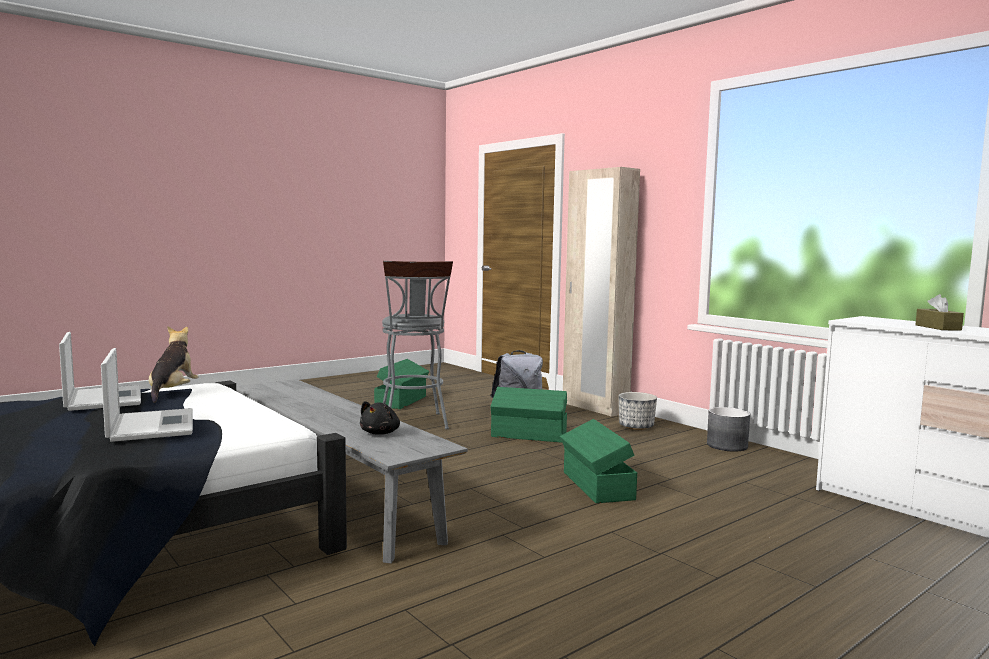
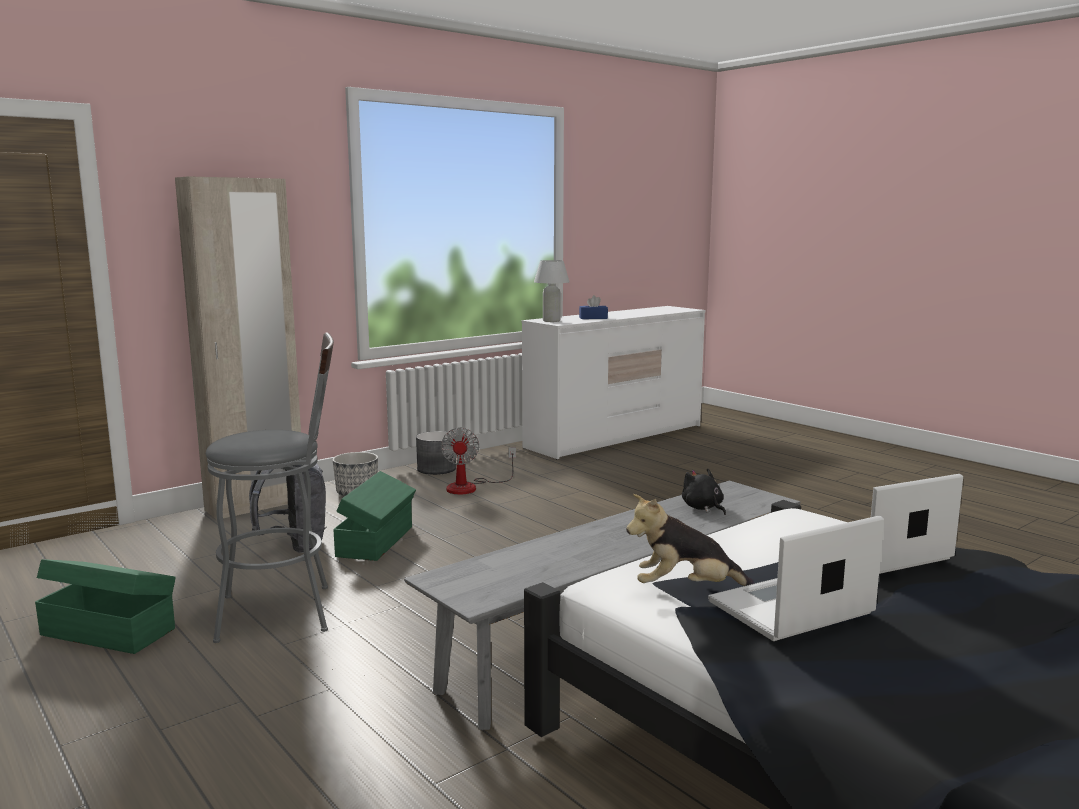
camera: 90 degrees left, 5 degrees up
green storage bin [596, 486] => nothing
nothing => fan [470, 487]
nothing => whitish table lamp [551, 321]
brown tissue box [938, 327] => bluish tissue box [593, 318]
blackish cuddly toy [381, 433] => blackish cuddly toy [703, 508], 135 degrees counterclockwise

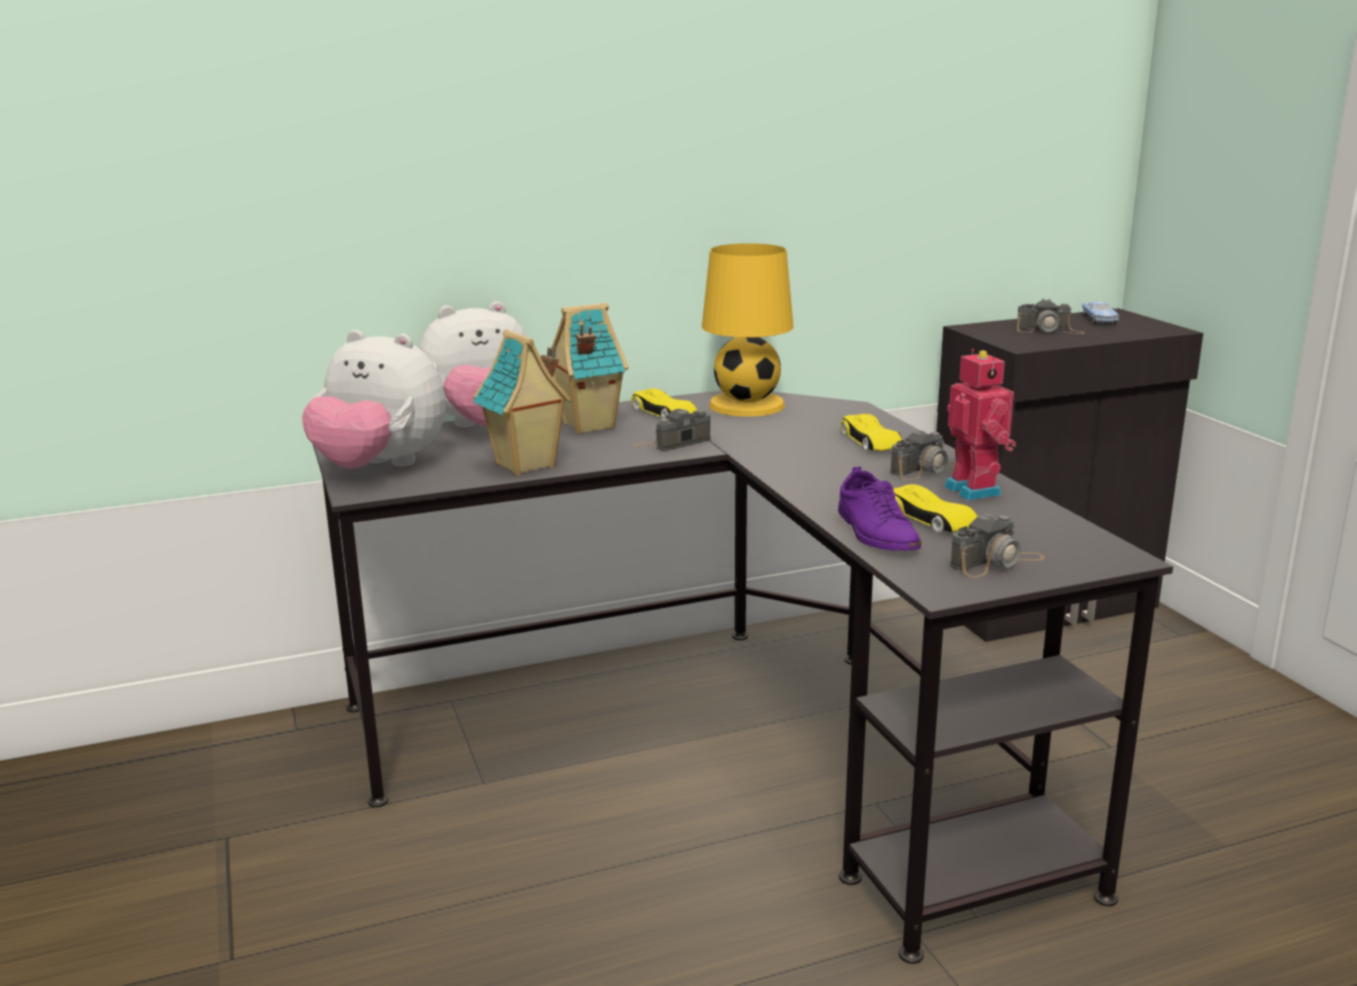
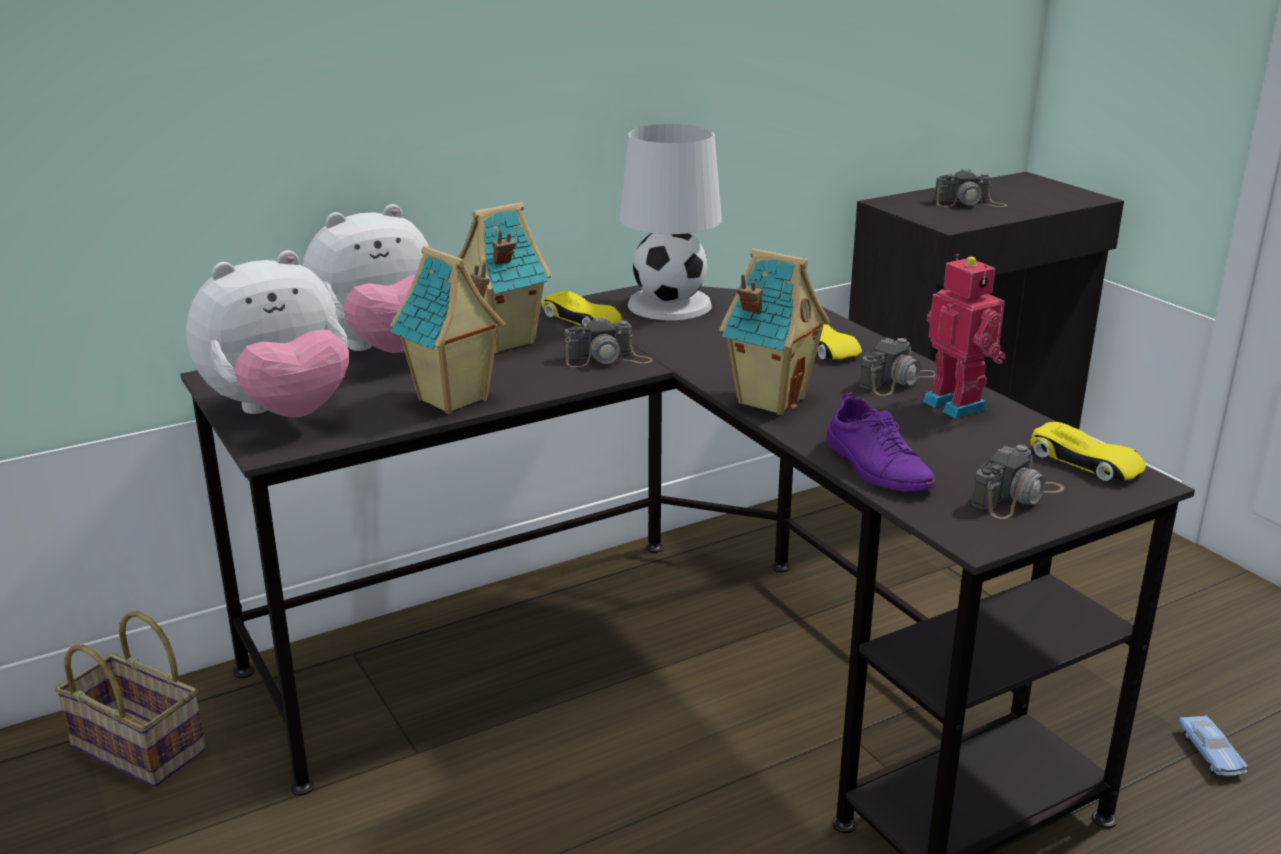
camera: 10 degrees left, 5 degrees up
nothing => household basket [143, 748]
nothing => miniature house [769, 400]
yellow toy car [931, 518] => yellow toy car [1086, 462], moved
bluish toy car [1099, 319] => bluish toy car [1210, 754], moved
yellow table lamp [747, 405] => whitish table lamp [670, 305]
cuddly toy [380, 467] => cuddly toy [281, 413], 45 degrees counterclockwise
photo camera [672, 442] => photo camera [607, 359], 150 degrees counterclockwise

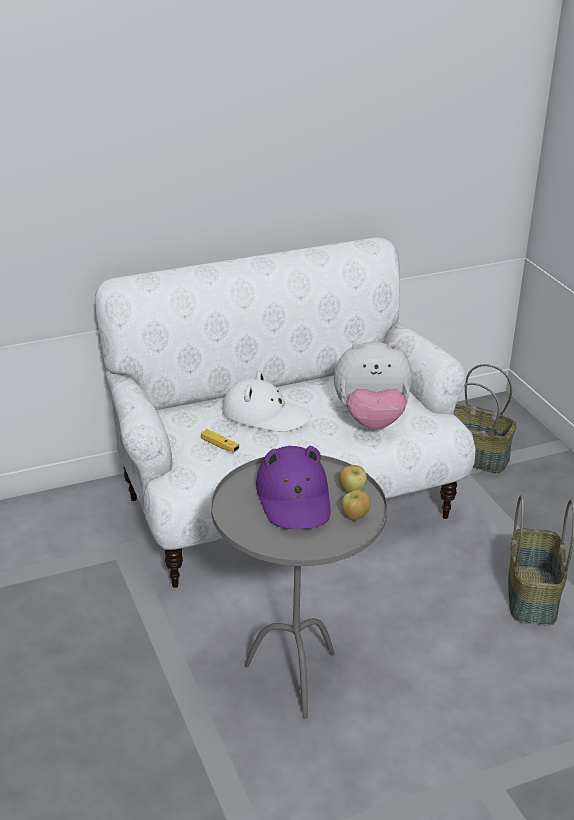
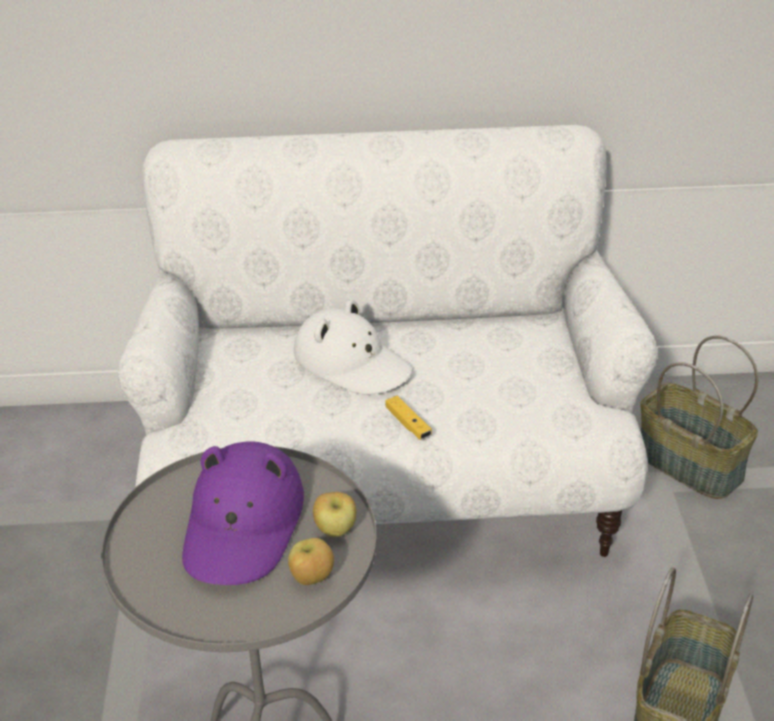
camera: 20 degrees right, 5 degrees up
cuddly toy [371, 420] => nothing
yellow joypad [220, 445] => yellow joypad [408, 424], moved

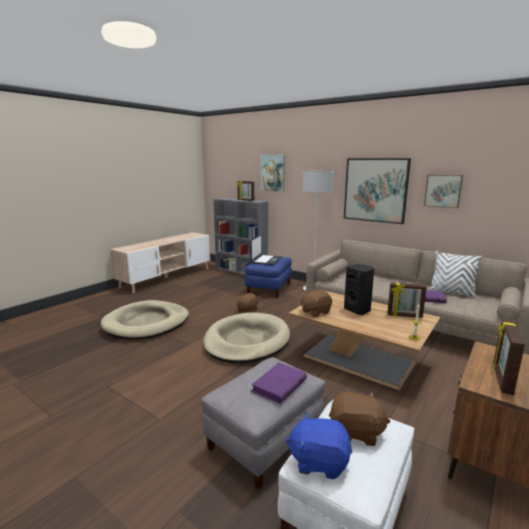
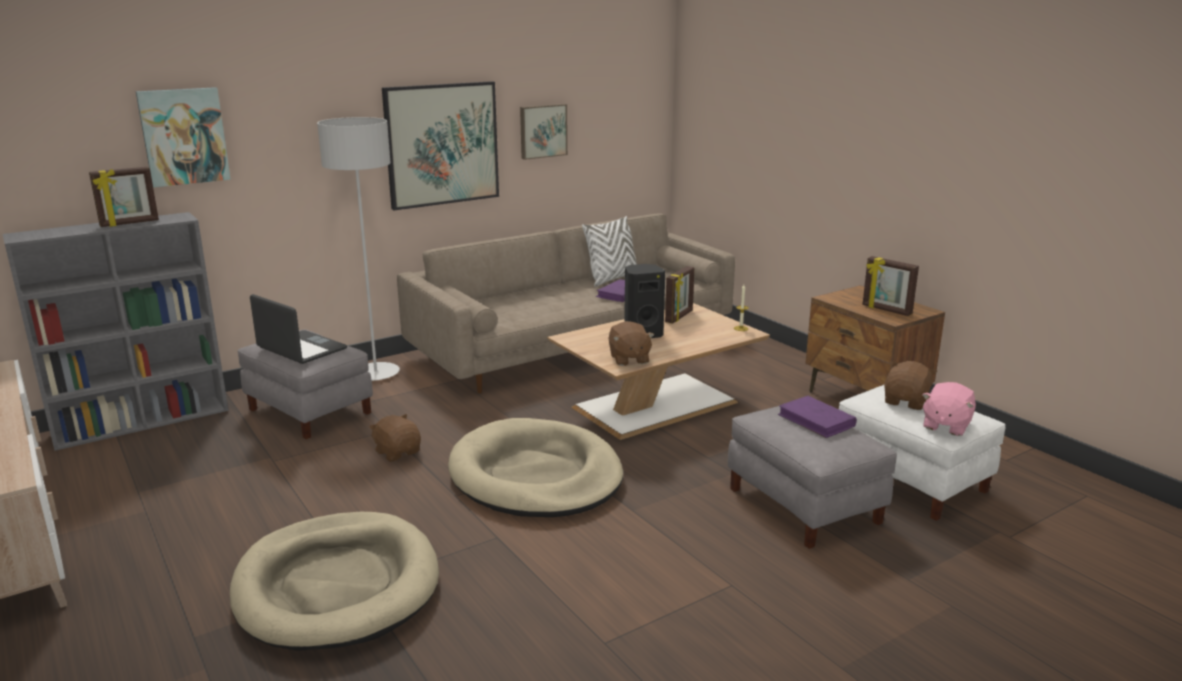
camera: 70 degrees left, 5 degrees up
bluish ottoman [269, 288] => grey ottoman [309, 411]
bluish cuddly toy [319, 461] => pink-coloured cuddly toy [945, 425]

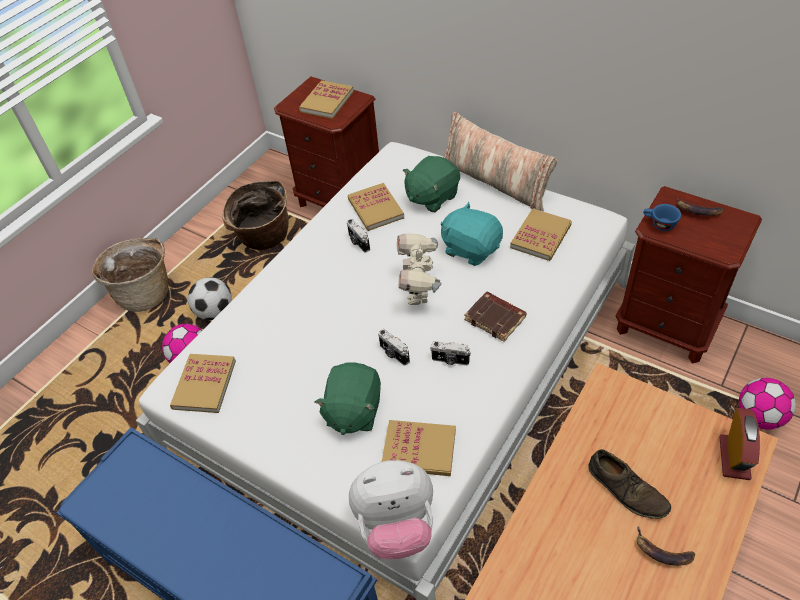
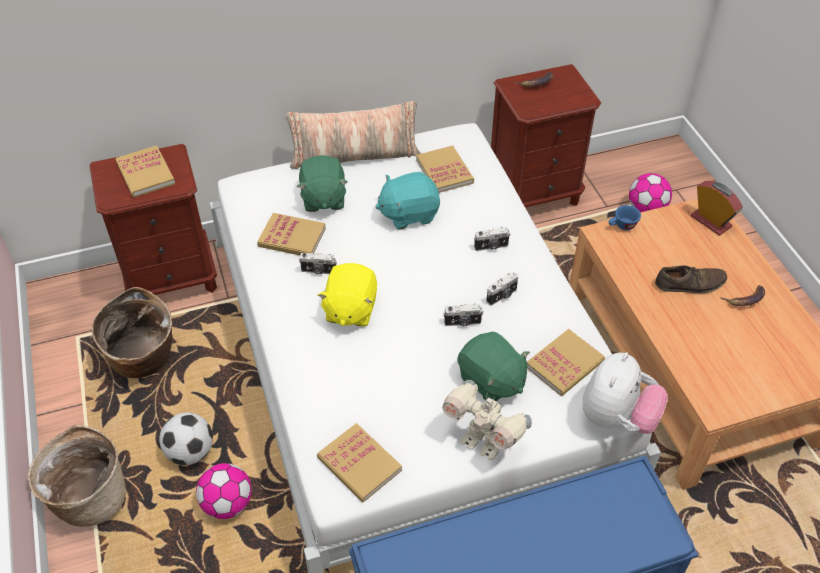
camera: 55 degrees left, 0 degrees up
nothing => yellow cuddly toy [350, 309]
robot figure [419, 293] => robot figure [483, 442], moved
bluish small cup [659, 224] => bluish small cup [622, 226], moved
brown volume [496, 318] => photo camera [491, 247]

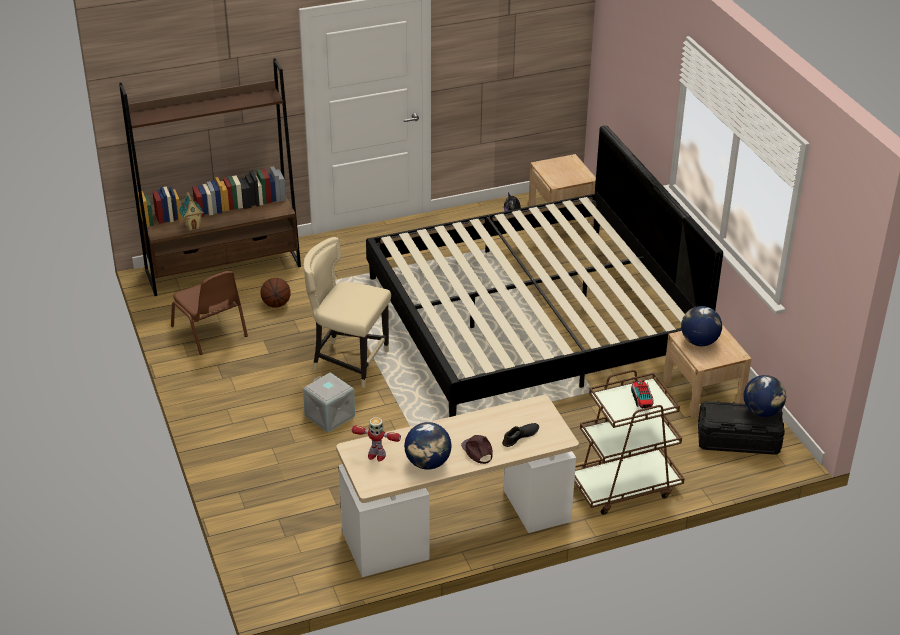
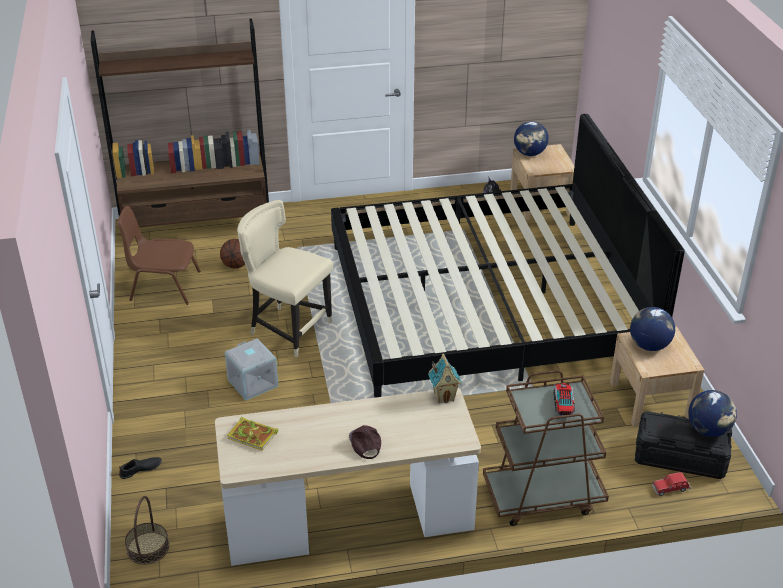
camera: 10 degrees right, 0 degrees up
nothing => household basket [147, 548]
nothing => red-coloured toy car [670, 489]
miniature house [193, 226] => miniature house [444, 396], moved
desk globe [428, 463] => desk globe [530, 154], moved
blackish low shoe [520, 437] => blackish low shoe [141, 470], moved
robot figure [376, 455] => volume [253, 436]
brown plain chair [210, 332] => brown plain chair [164, 286], 120 degrees clockwise

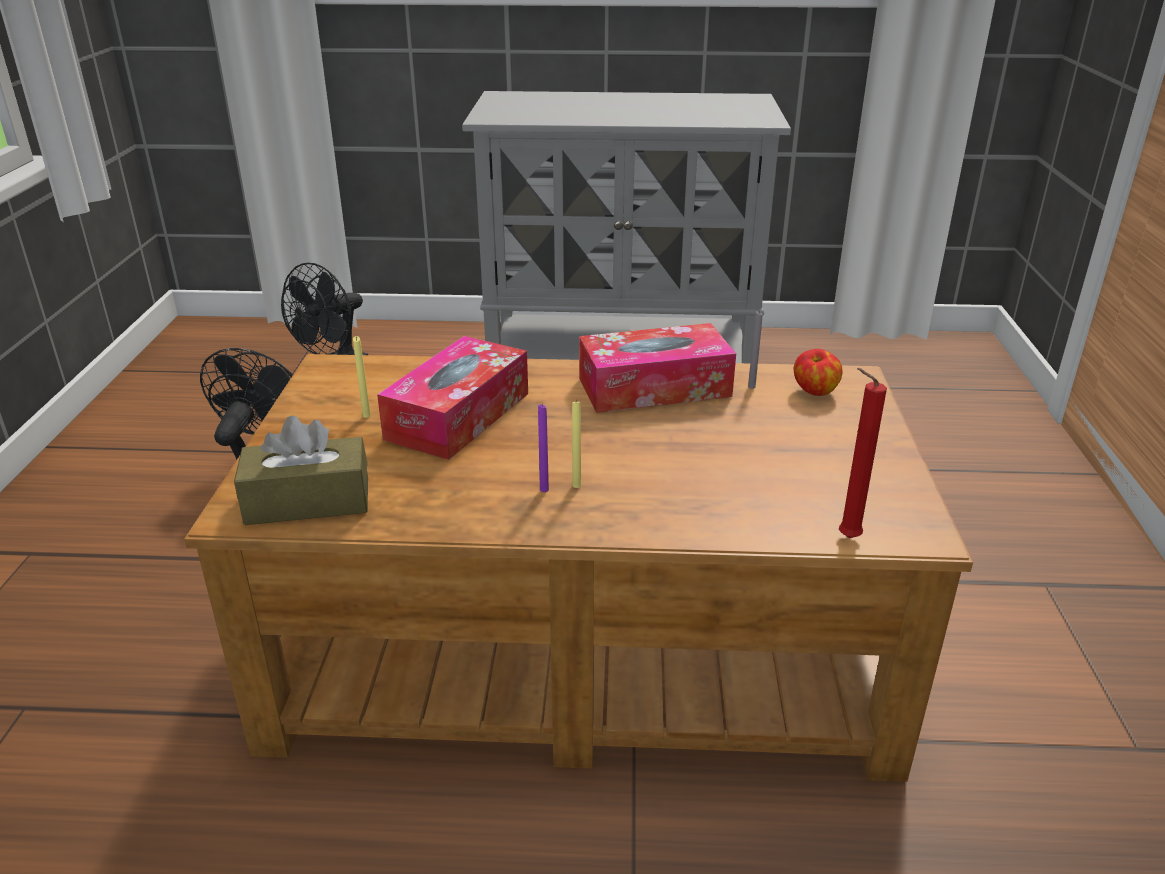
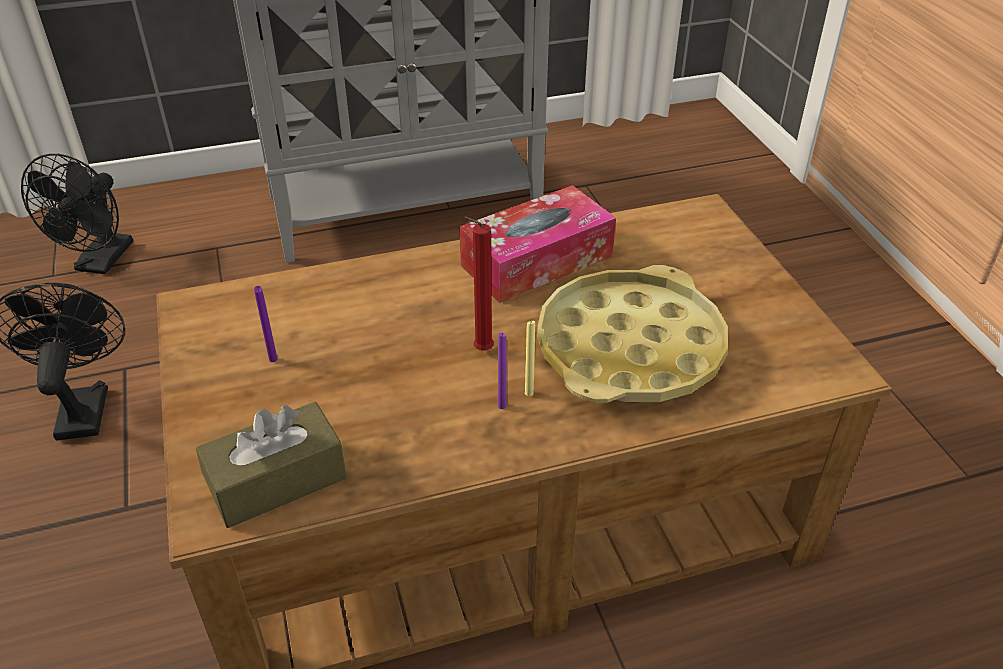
camera: 20 degrees left, 10 degrees up
tissue box [458, 416] => nothing
grey wax candle [751, 387] => nothing
apple fruit [814, 392] => nothing
nothing => yellow carrying tray [630, 348]
red-coloured wax candle [845, 537] => red-coloured wax candle [480, 351], moved
yellow wax candle [366, 415] => purplish wax candle [273, 359]

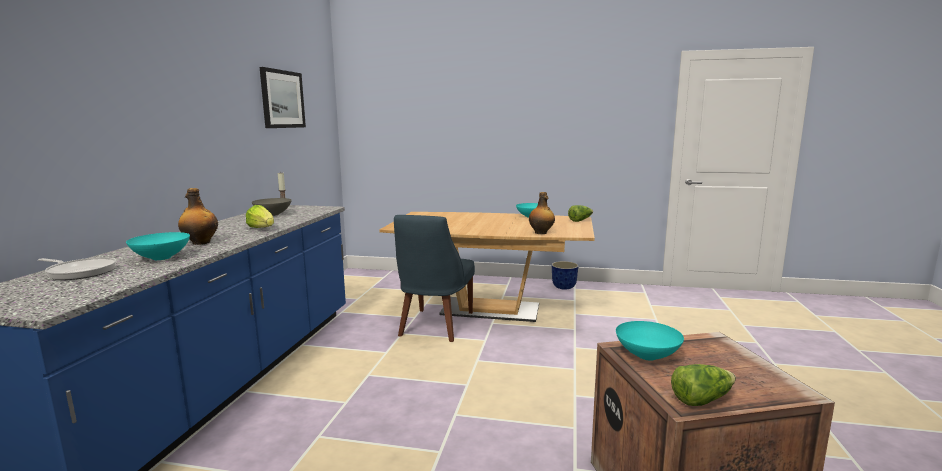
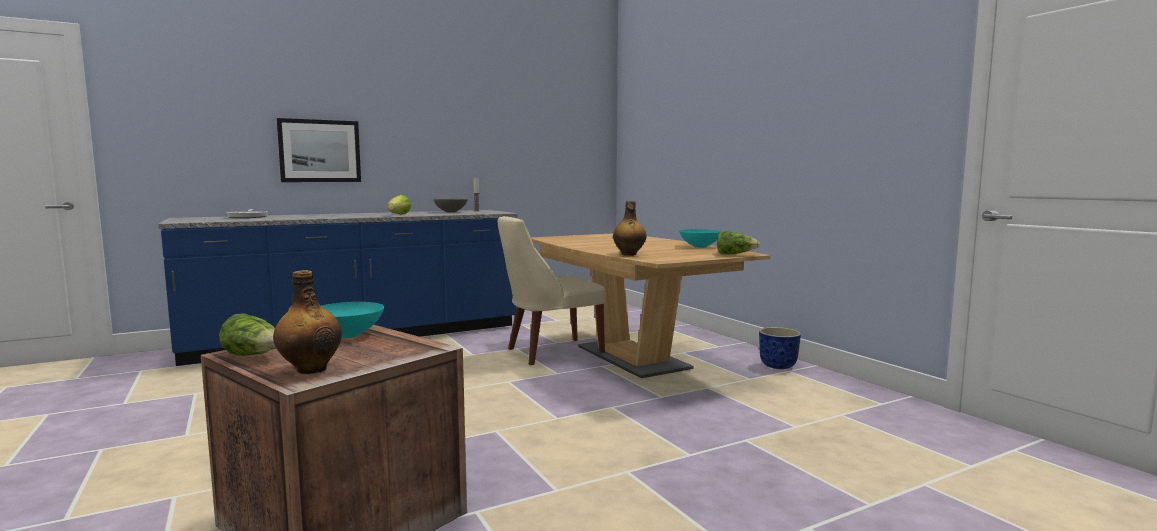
camera: 50 degrees right, 5 degrees down
turquoise-coloured bowl [161, 258] => nothing
drink bottle [200, 243] => drink bottle [310, 369], moved
picture [282, 99] => picture [320, 151], moved
bluish plain chair [434, 326] => sand-coloured plain chair [550, 352]

